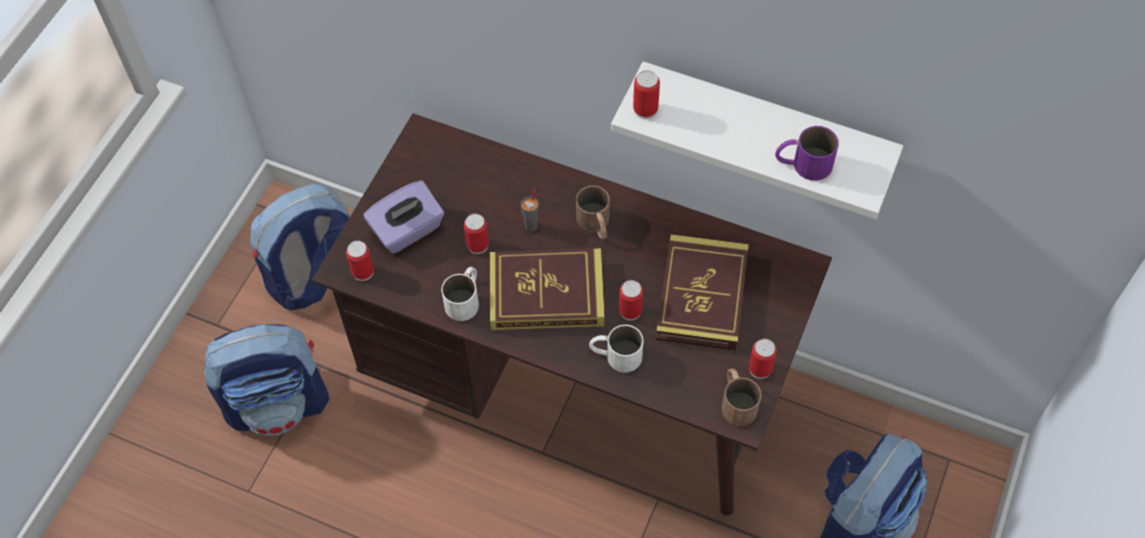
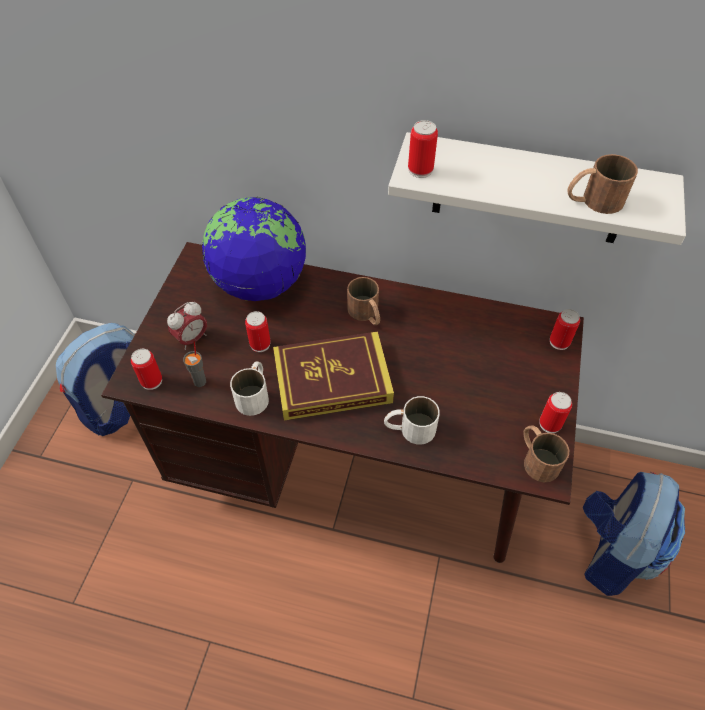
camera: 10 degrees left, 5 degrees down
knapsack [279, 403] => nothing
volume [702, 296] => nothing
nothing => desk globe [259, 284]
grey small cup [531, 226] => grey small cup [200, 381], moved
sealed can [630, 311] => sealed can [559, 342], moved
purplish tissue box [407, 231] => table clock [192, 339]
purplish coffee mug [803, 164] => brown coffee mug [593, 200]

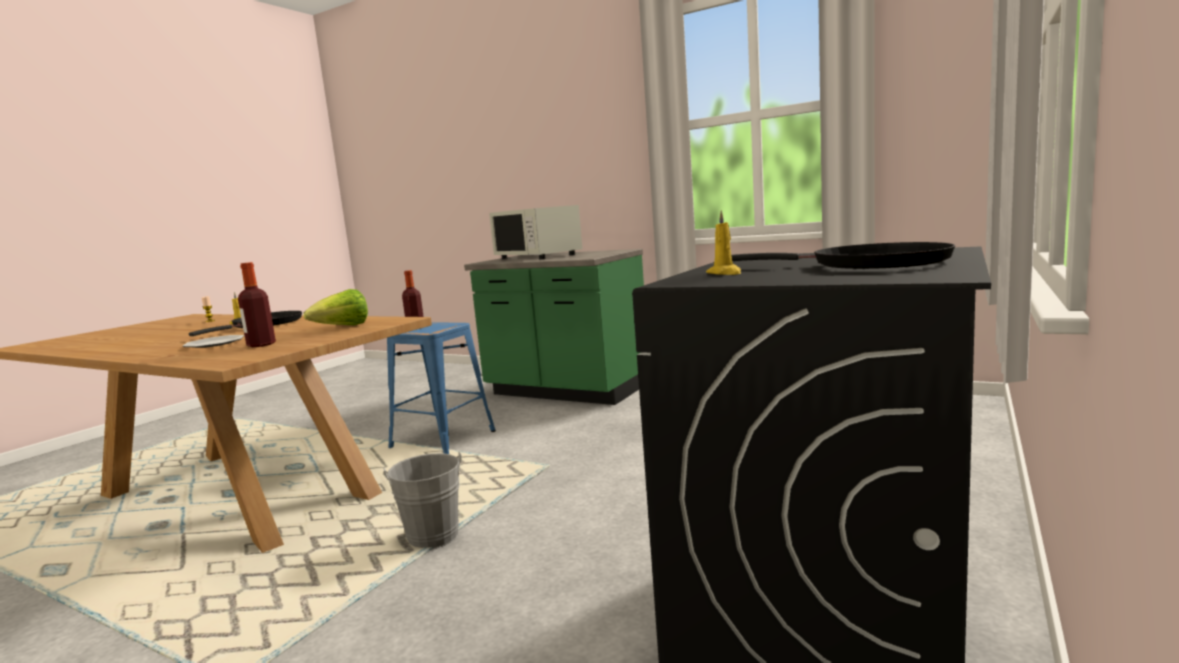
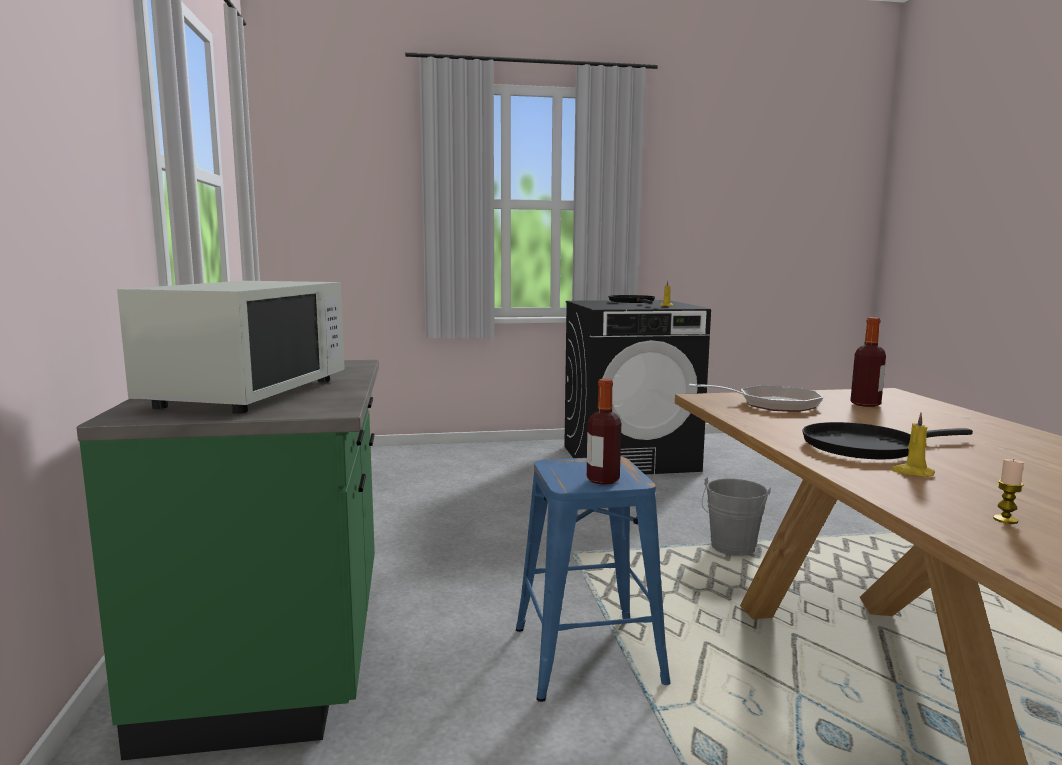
camera: 130 degrees left, 0 degrees up
dinner plate [214, 344] => nothing
head of lettuce [343, 327] => frying pan [771, 404]

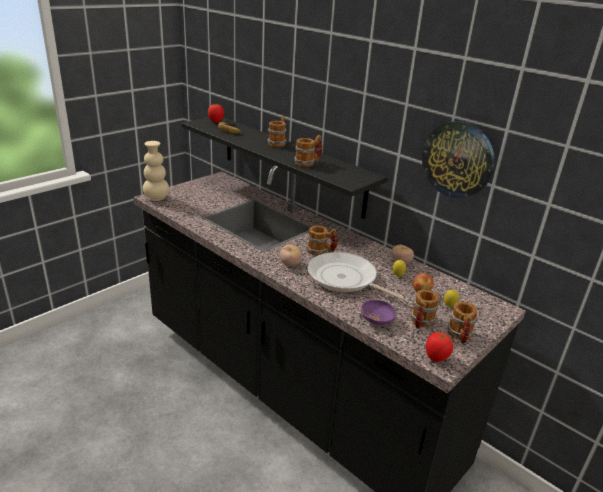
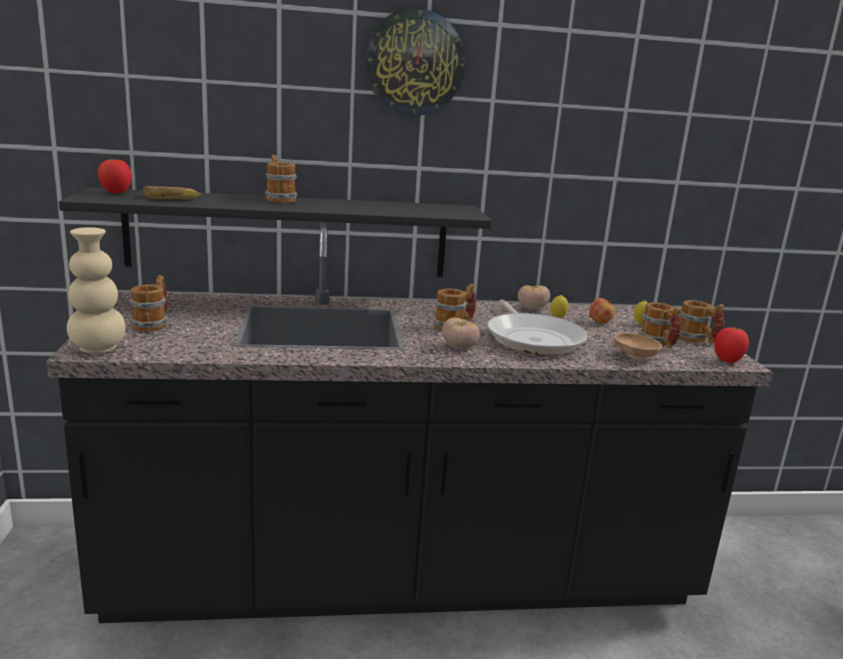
camera: 50 degrees left, 10 degrees down
coffee mug [308, 163] => coffee mug [153, 324], moved
wall clock [458, 159] => wall clock [414, 63], moved
purplish bowl [377, 320] => brown bowl [635, 356]
frying pan [345, 279] => frying pan [533, 338], 90 degrees counterclockwise

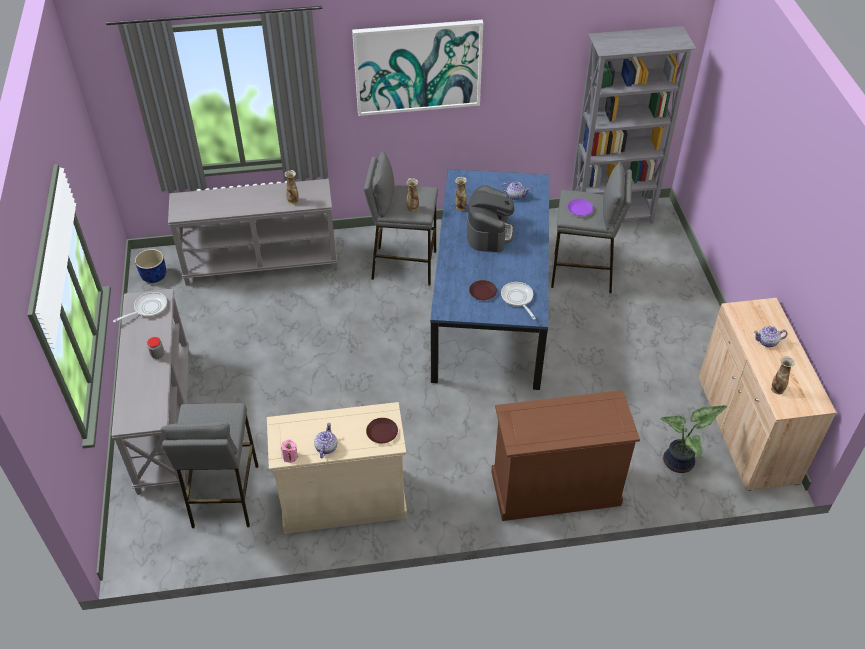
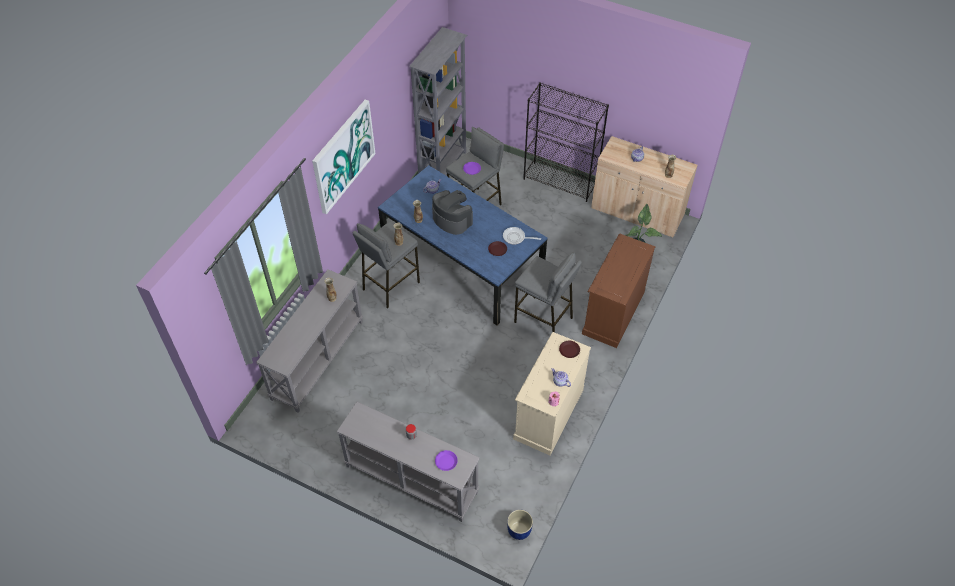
camera: 55 degrees left, 5 degrees up
frying pan [148, 308] => nothing
nothing => purplish dinner plate [446, 461]
nothing => blackish shelving unit [560, 181]
bluish planter [154, 275] => bluish planter [519, 530], moved
grey sitting stool [224, 496] => grey sitting stool [543, 320], moved

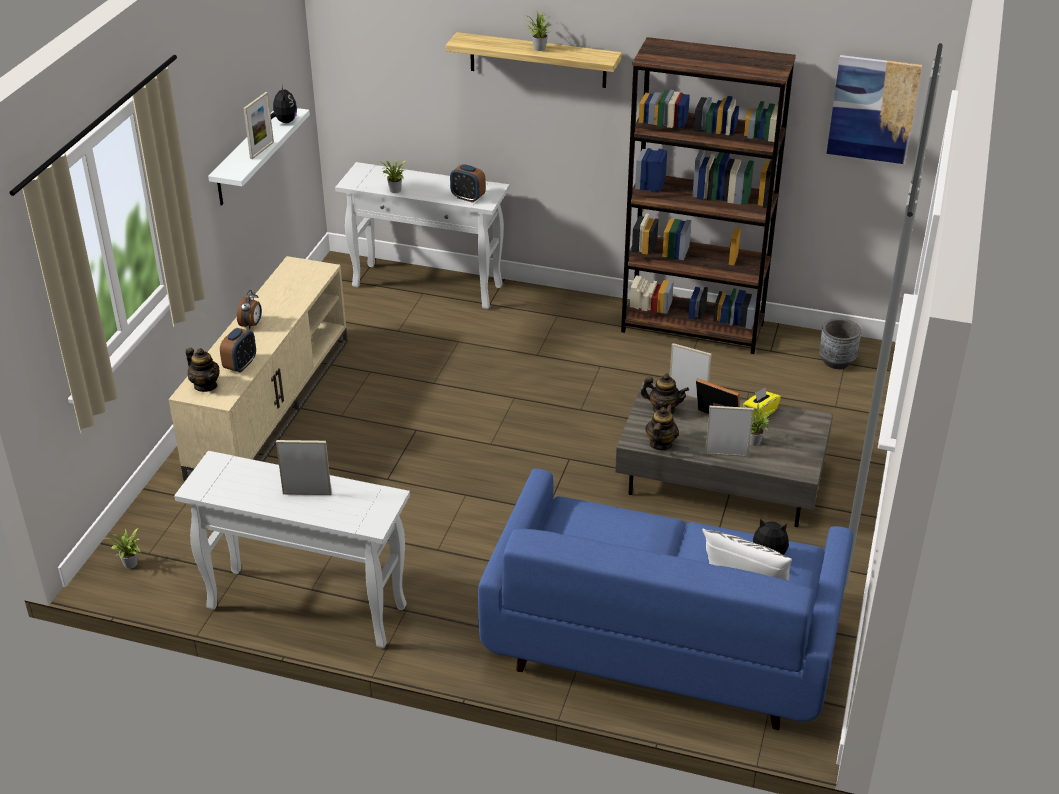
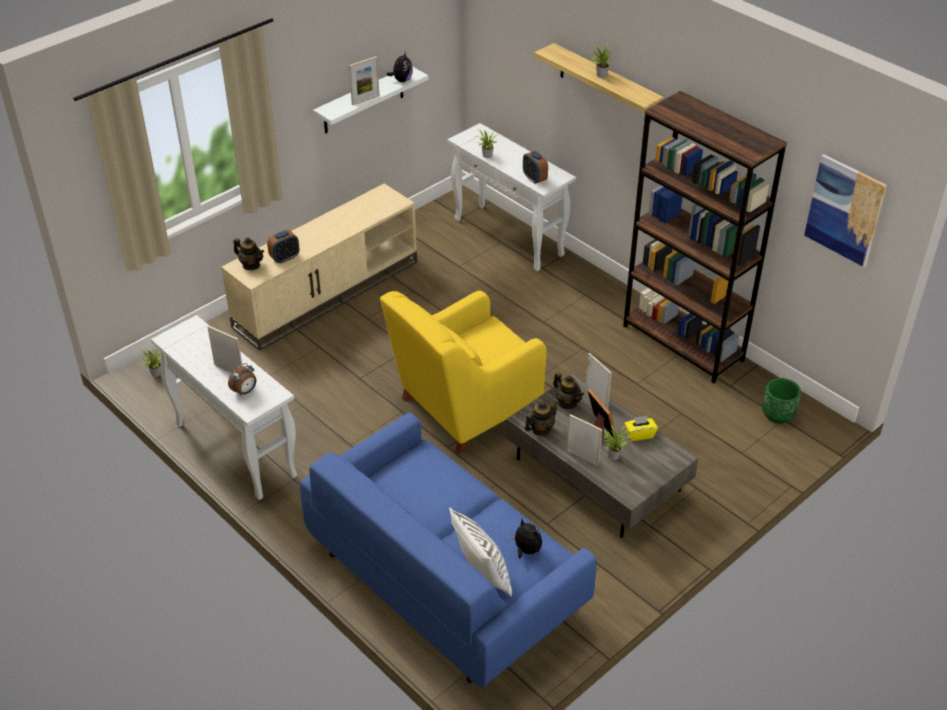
camera: 30 degrees right, 5 degrees up
nothing => yellow easy chair [465, 407]
table clock [251, 325] => table clock [245, 391], moved
grey planter [836, 361] => green planter [777, 415]
teapot [205, 385] => teapot [251, 265], 45 degrees counterclockwise

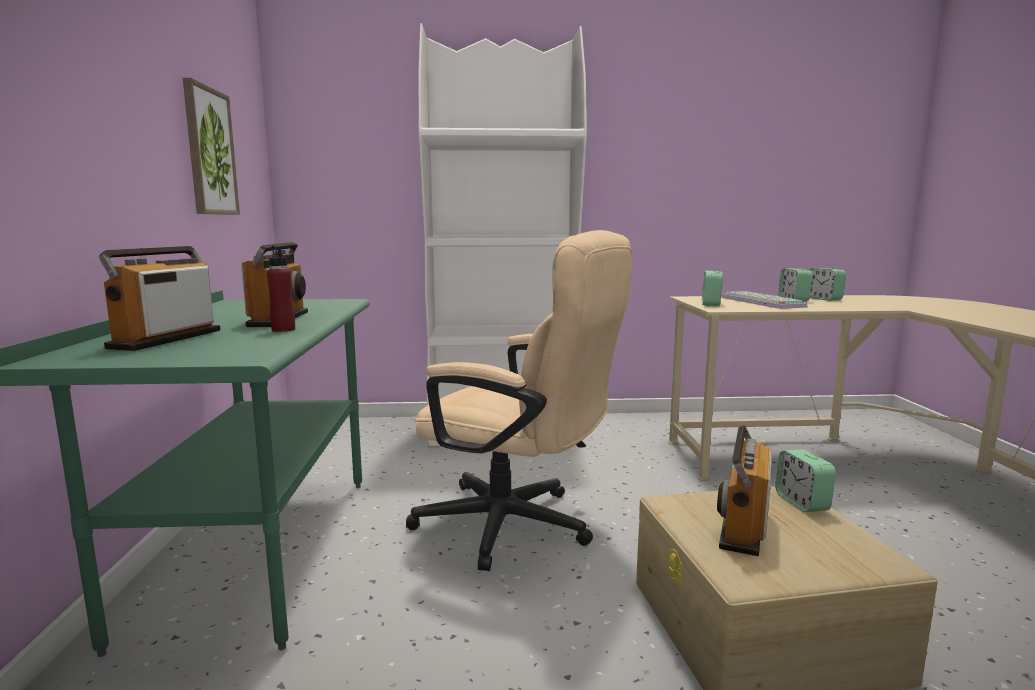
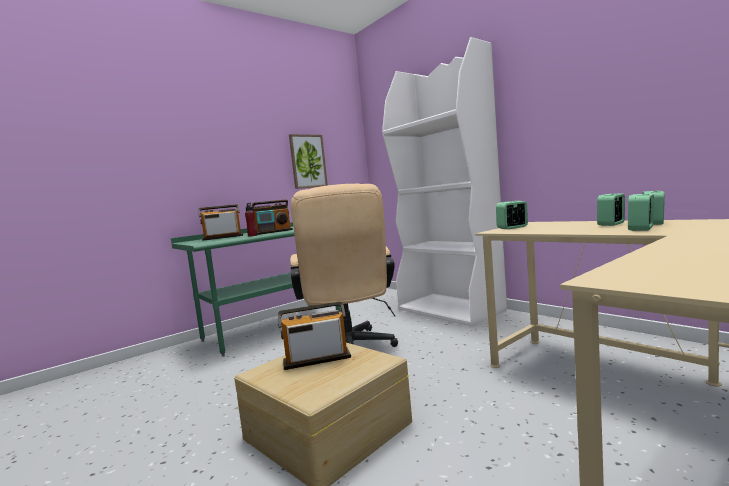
camera: 55 degrees right, 5 degrees down
computer keyboard [759, 302] => nothing
table clock [802, 502] => table clock [641, 229], moved

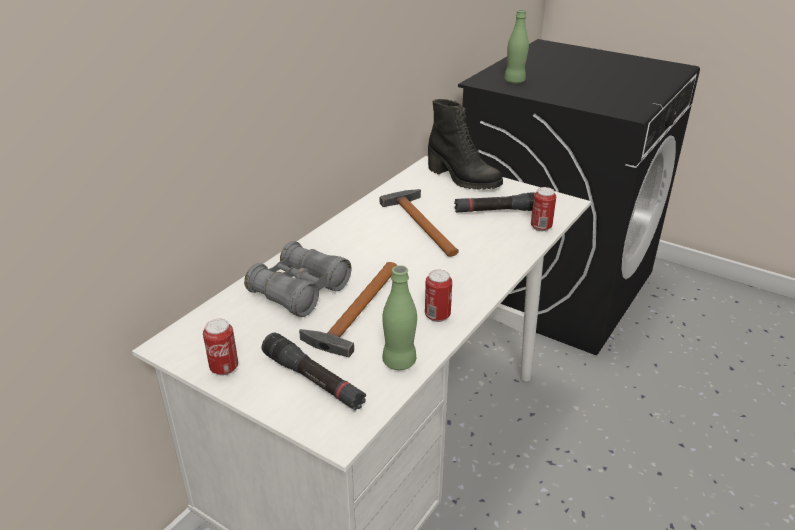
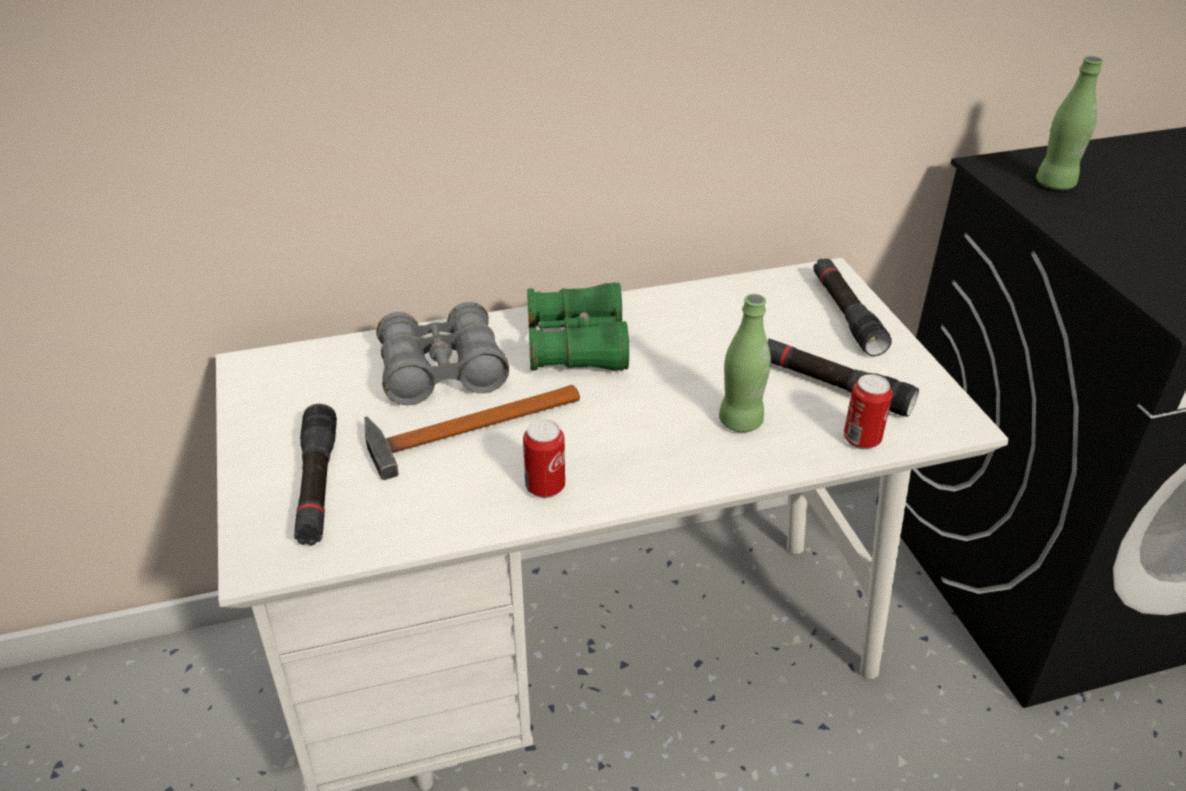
camera: 40 degrees right, 5 degrees up
sealed can [224, 368] => nothing
hand hammer [421, 222] => nothing
nothing => green binoculars [577, 346]
green drink bottle [399, 362] => green drink bottle [740, 422], moved
blackish high-top boot [462, 179] => blackish torch [846, 315]

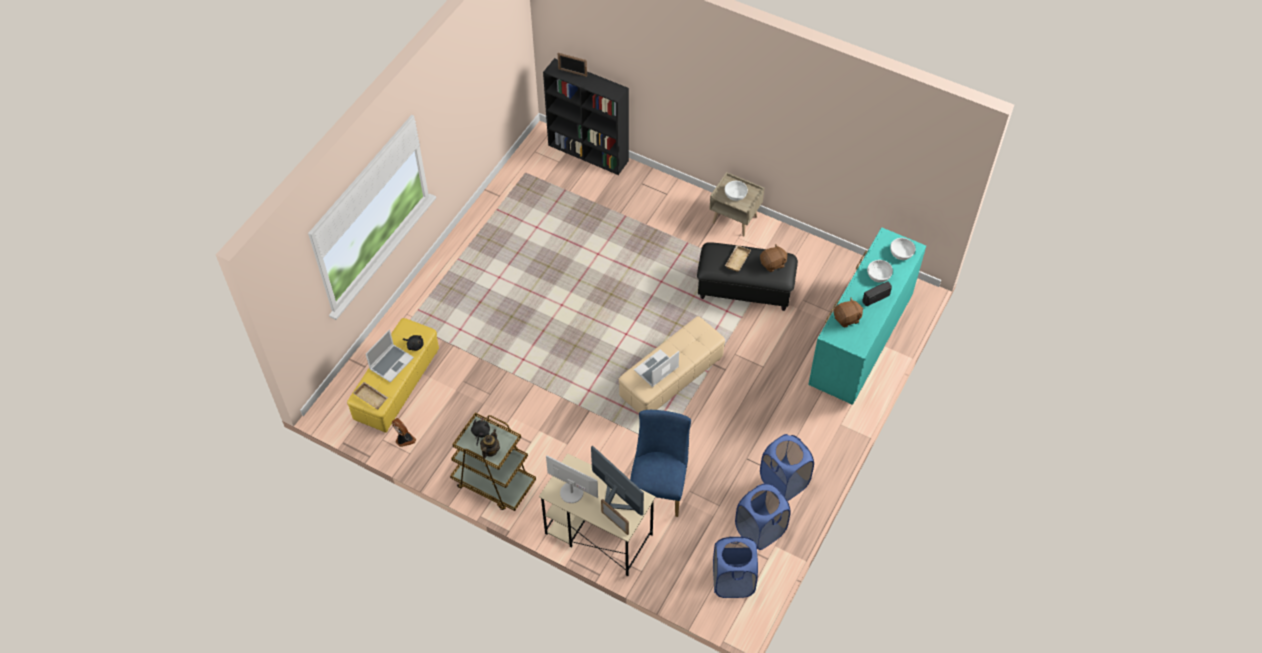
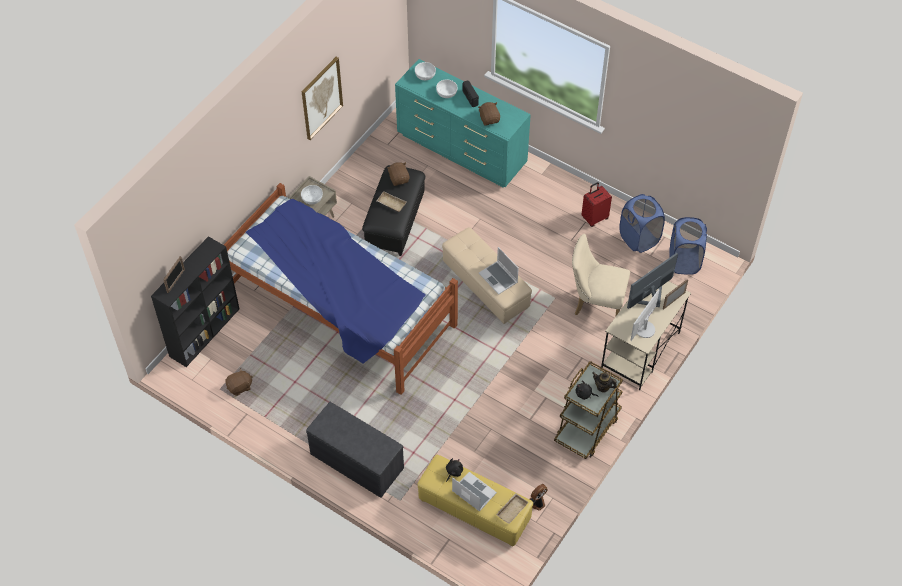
camera: 85 degrees left, 0 degrees up
nothing => bedroom bed [341, 309]
nothing => brown cuddly toy [240, 387]
nothing => picture [321, 98]
nothing => grey bench [355, 461]
bluish laundry basket [784, 482] => red-coloured travel case [594, 218]
bluish plain chair [659, 486] => sand-coloured plain chair [595, 303]

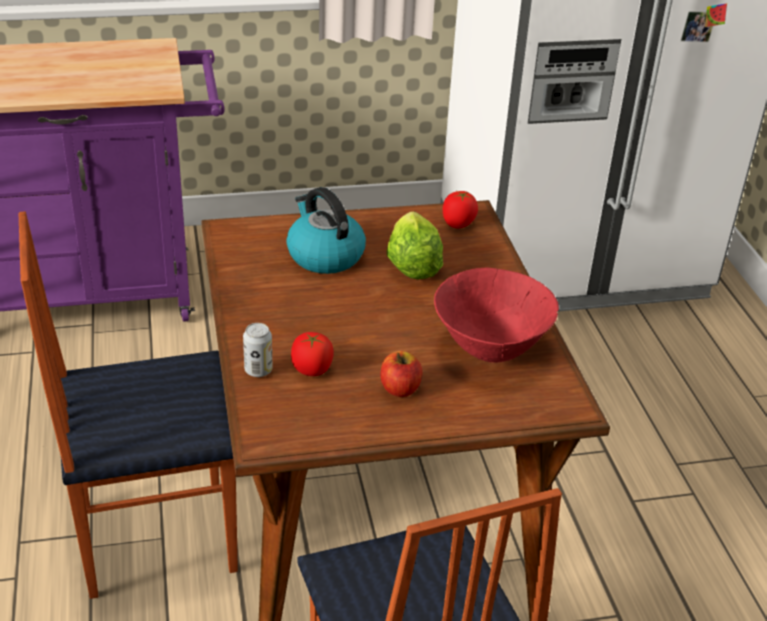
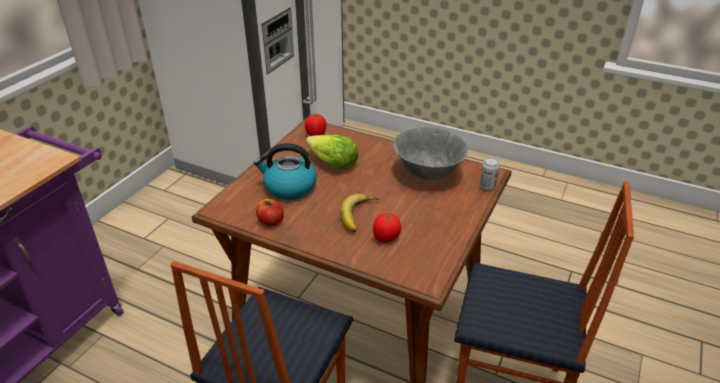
camera: 50 degrees left, 0 degrees up
nothing => whole banana [360, 216]
sealed can [258, 370] => sealed can [487, 186], moved
apple fruit [400, 389] => apple fruit [271, 221], moved
red-coloured bowl [490, 349] => grey bowl [427, 174]

